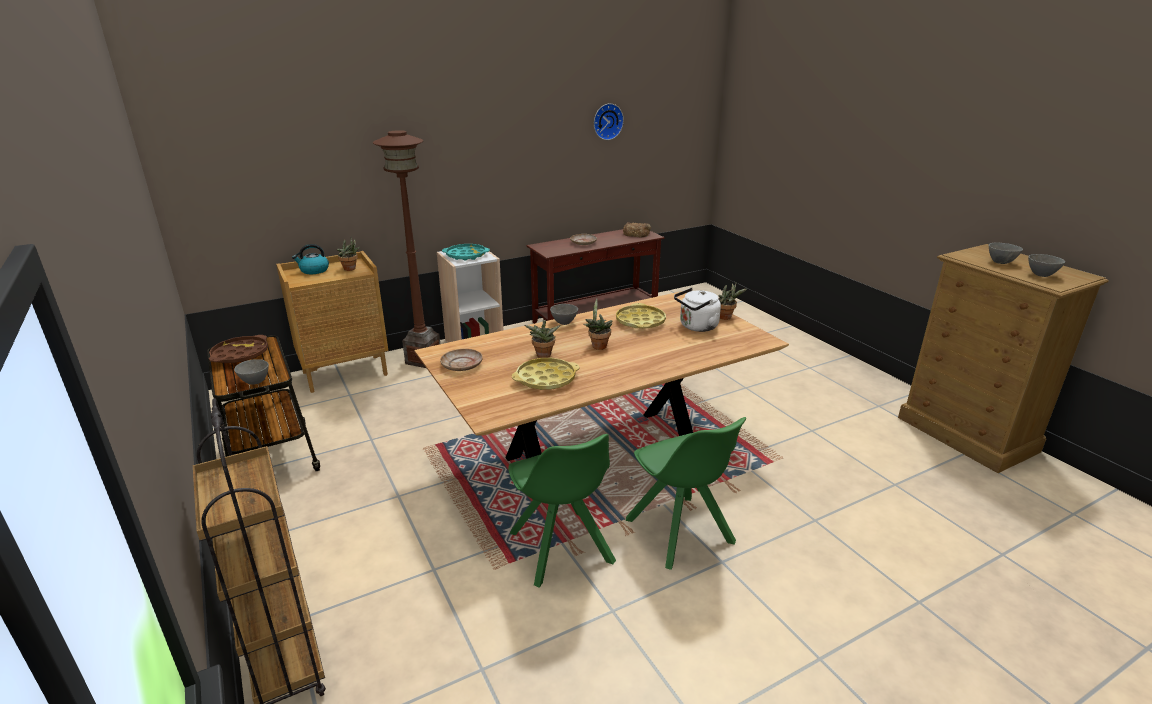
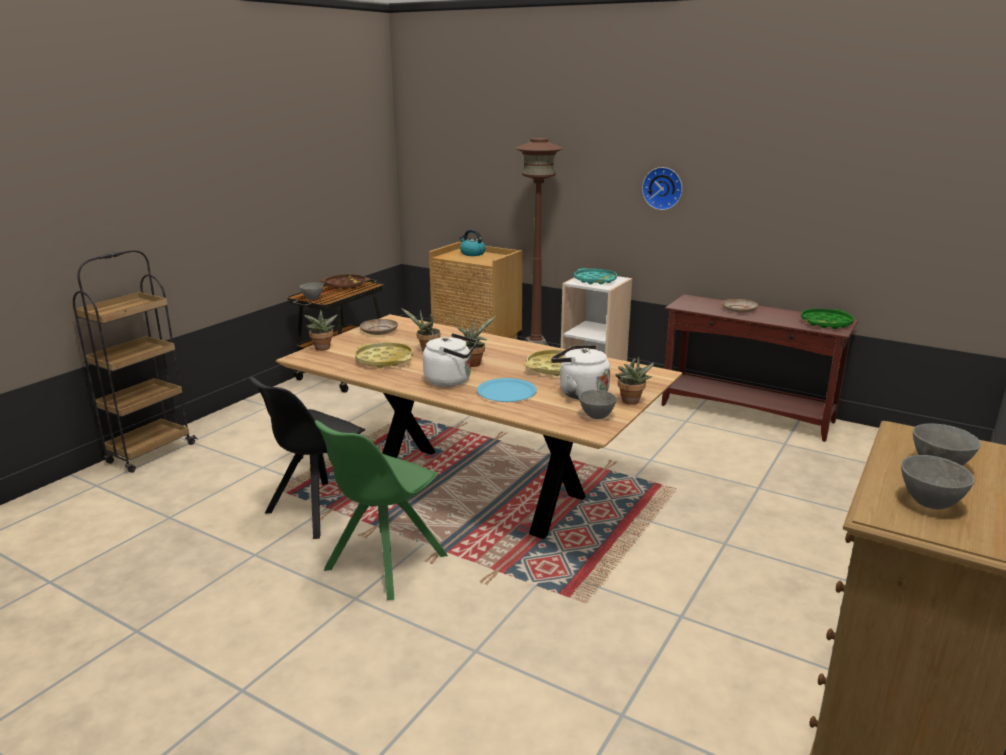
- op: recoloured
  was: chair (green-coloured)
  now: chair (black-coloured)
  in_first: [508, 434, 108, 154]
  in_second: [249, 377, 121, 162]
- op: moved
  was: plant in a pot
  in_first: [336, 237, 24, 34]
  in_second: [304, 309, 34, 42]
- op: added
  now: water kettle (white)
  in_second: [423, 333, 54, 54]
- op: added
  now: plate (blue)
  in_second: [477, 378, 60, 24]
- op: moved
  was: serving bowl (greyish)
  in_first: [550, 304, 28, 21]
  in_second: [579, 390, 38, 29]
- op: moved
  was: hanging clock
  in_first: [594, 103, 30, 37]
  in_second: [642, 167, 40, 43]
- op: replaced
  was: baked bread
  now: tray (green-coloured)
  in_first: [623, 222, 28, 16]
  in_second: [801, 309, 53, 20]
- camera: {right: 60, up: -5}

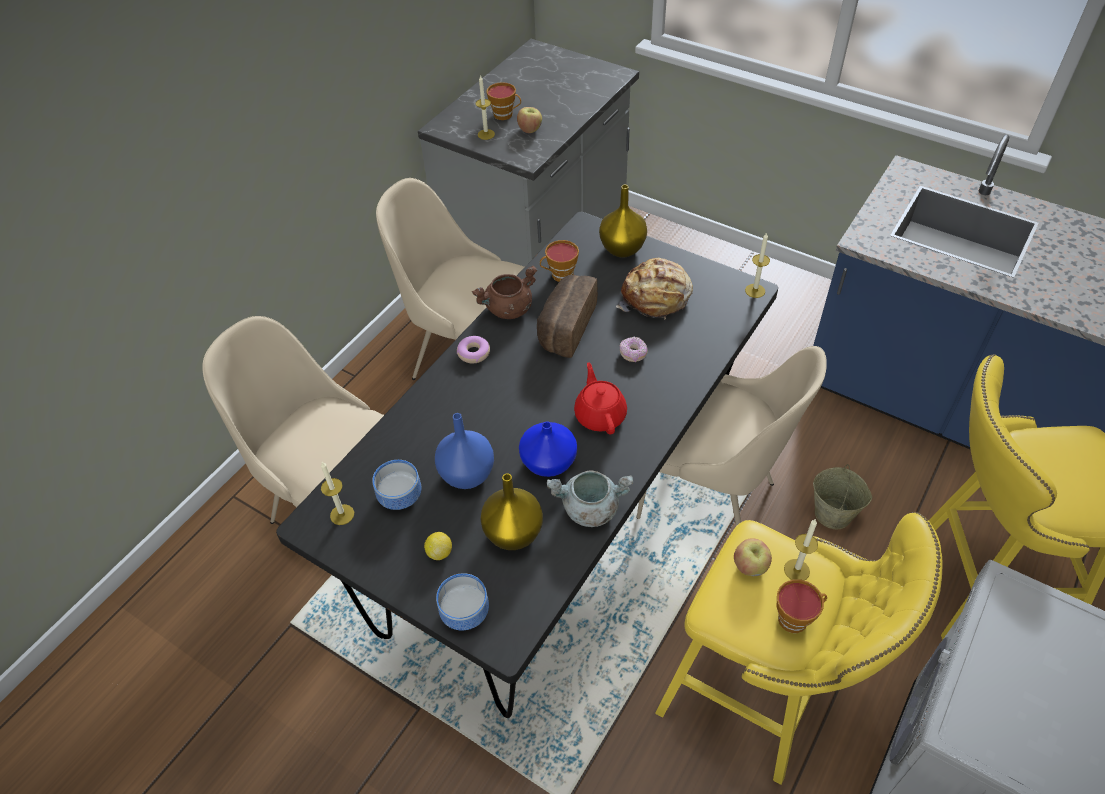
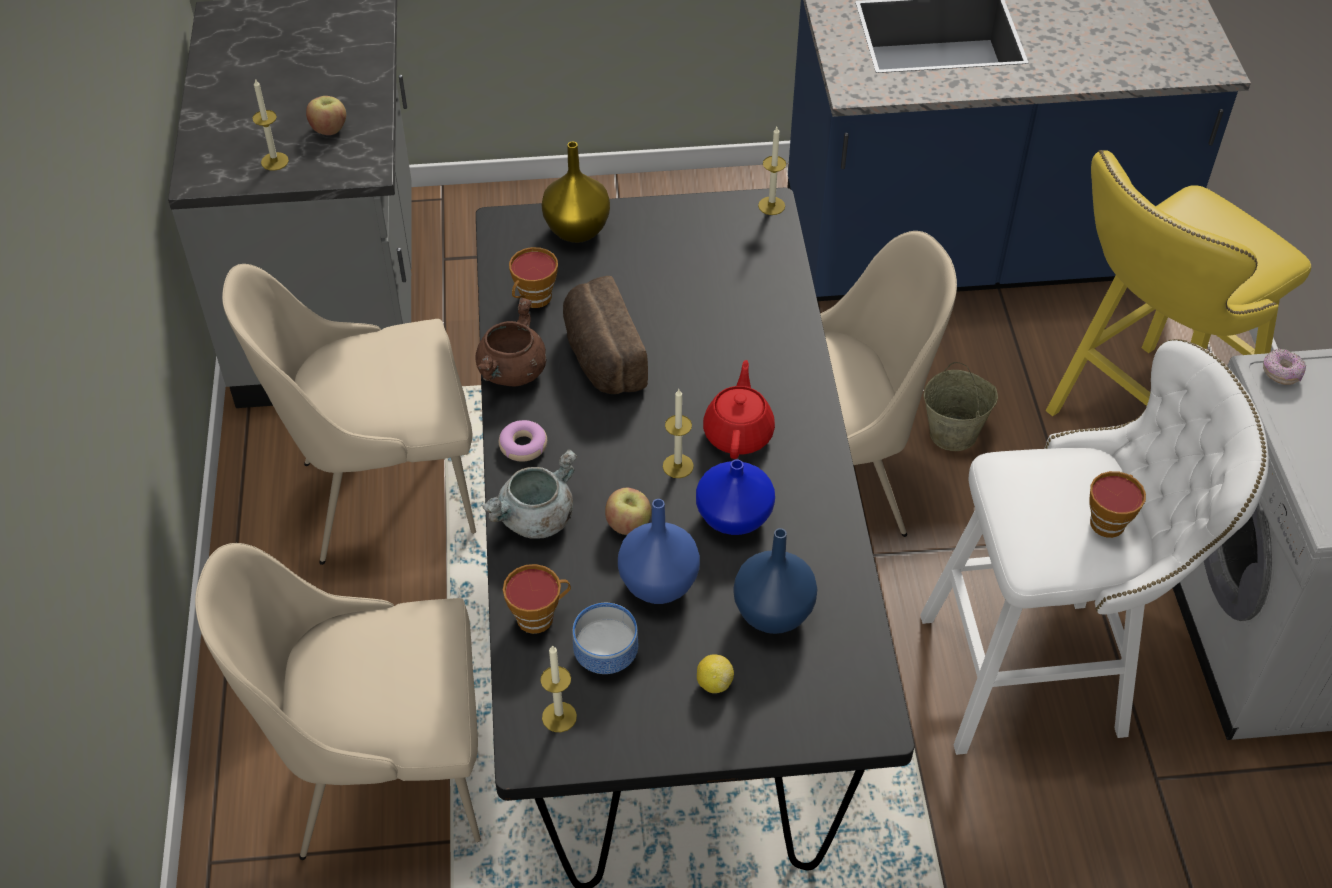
- op: moved
  was: stockpot (greyish)
  in_first: [547, 470, 86, 57]
  in_second: [482, 449, 95, 90]
- op: moved
  was: drinking cup
  in_first: [486, 82, 35, 38]
  in_second: [503, 564, 68, 70]
- op: moved
  was: whole apple
  in_first: [734, 538, 38, 38]
  in_second: [605, 488, 46, 47]
- op: moved
  was: wax light
  in_first: [784, 520, 34, 60]
  in_second: [663, 389, 31, 89]
- op: turned
  was: tea pot (red-coloured)
  in_first: [574, 362, 53, 72]
  in_second: [703, 360, 72, 99]
  clockwise: 60
- op: recoloured
  was: decorative vase (yellow-coloured)
  now: decorative vase (blue)
  in_first: [480, 474, 63, 76]
  in_second: [734, 528, 83, 106]
- op: recoloured
  was: stool (yellow-coloured)
  now: stool (white)
  in_first: [655, 512, 287, 273]
  in_second: [920, 339, 349, 416]
- op: moved
  was: donut
  in_first: [619, 337, 29, 25]
  in_second: [1263, 348, 43, 37]
- op: removed
  was: serving bowl
  in_first: [436, 573, 53, 57]
- op: removed
  was: baked bread
  in_first: [616, 258, 77, 61]
- camera: {right: -40, up: 0}

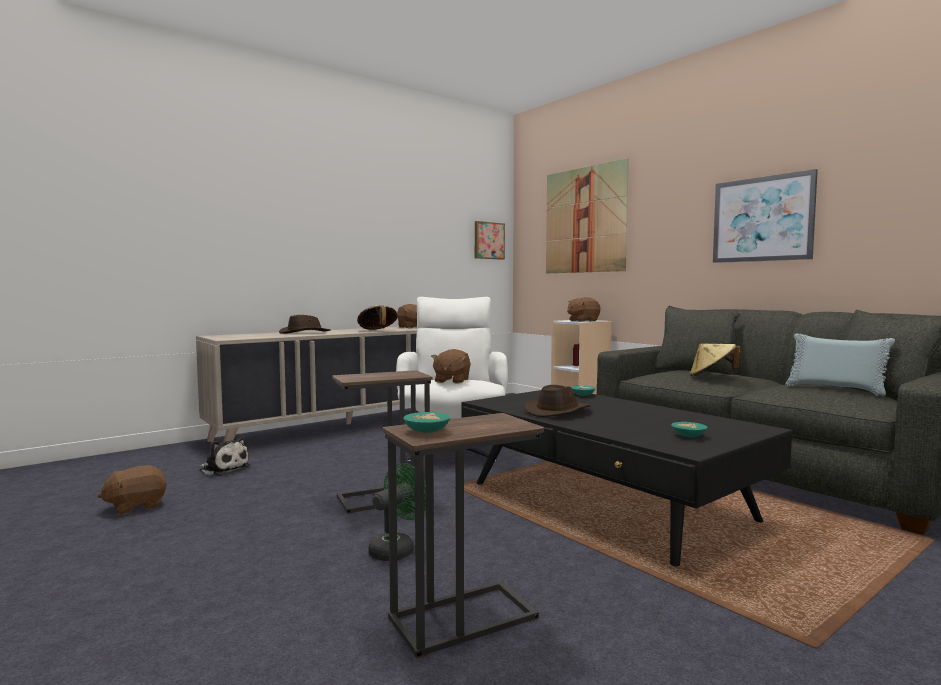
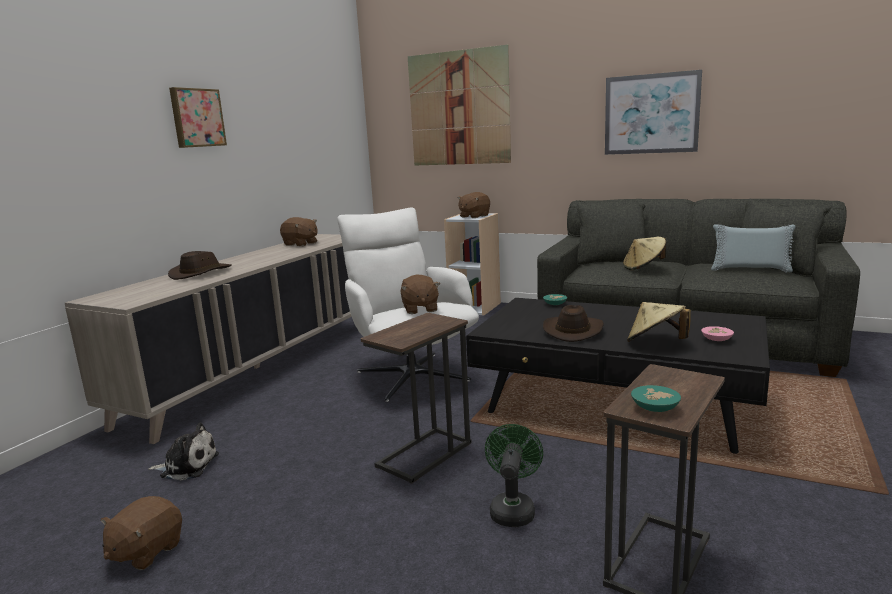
- op: moved
  was: picture
  in_first: [475, 221, 30, 39]
  in_second: [169, 87, 58, 61]
- op: moved
  was: hat (beige-coloured)
  in_first: [357, 305, 41, 25]
  in_second: [627, 302, 64, 40]
- op: recoloured
  was: serving bowl (turquoise-coloured)
  now: serving bowl (pink)
  in_first: [671, 422, 36, 15]
  in_second: [701, 326, 33, 15]
- camera: {right: -25, up: 10}

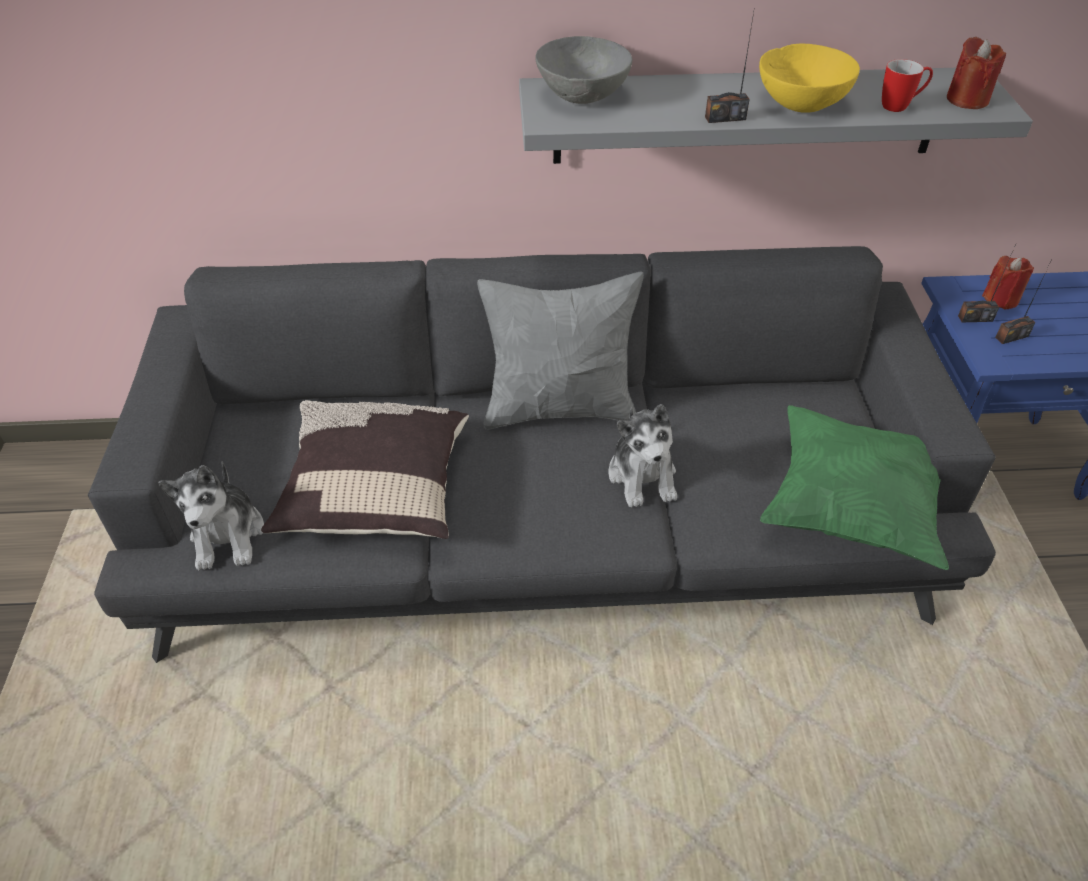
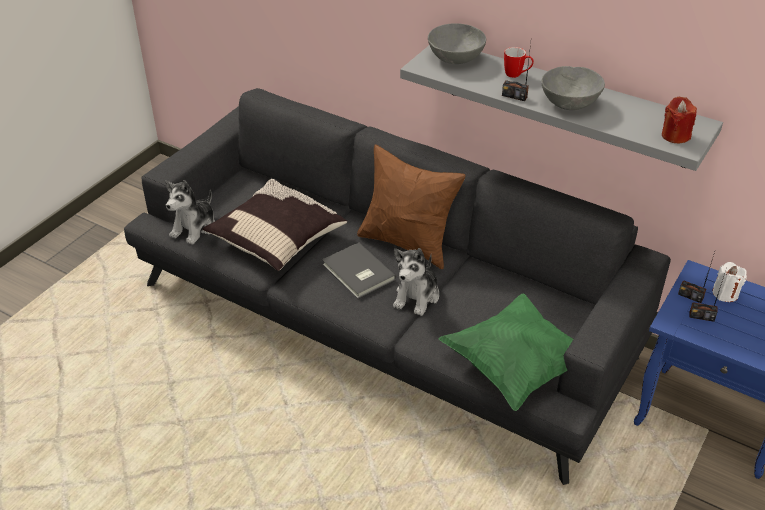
- op: added
  now: book (greyish)
  in_second: [322, 243, 74, 56]
- op: recoloured
  was: pillow (greyish)
  now: pillow (brown-coloured)
  in_first: [477, 272, 166, 158]
  in_second: [357, 144, 109, 125]
- op: moved
  was: tea mug
  in_first: [882, 59, 51, 53]
  in_second: [504, 47, 30, 31]
- op: recoloured
  was: serving bowl (yellow-coloured)
  now: serving bowl (greyish)
  in_first: [759, 44, 101, 69]
  in_second: [542, 66, 63, 44]
- op: recoloured
  was: wax light (red-coloured)
  now: wax light (white)
  in_first: [982, 256, 52, 53]
  in_second: [712, 262, 35, 40]
- camera: {right: 35, up: -5}

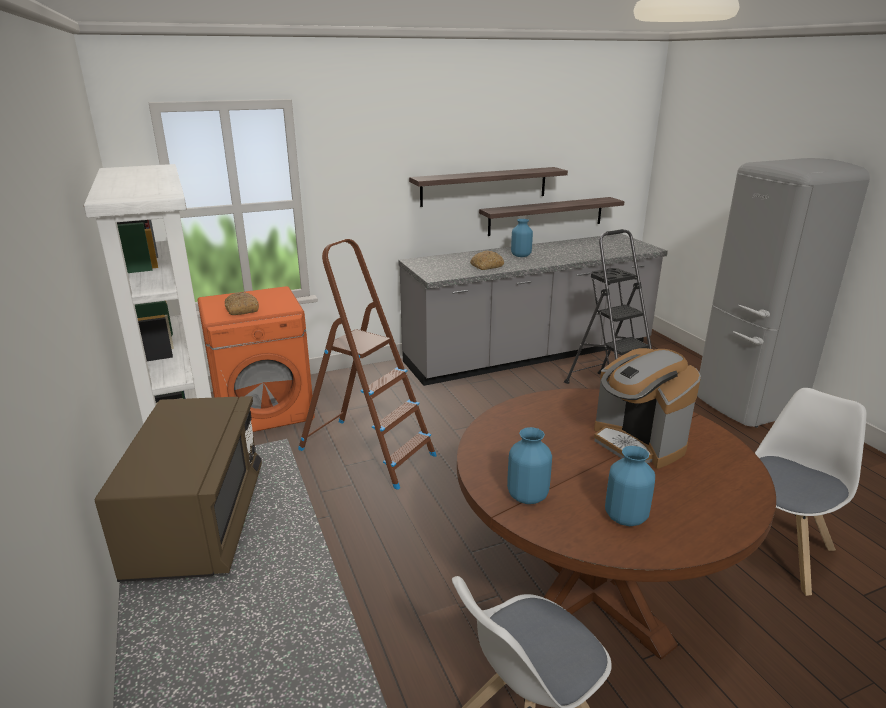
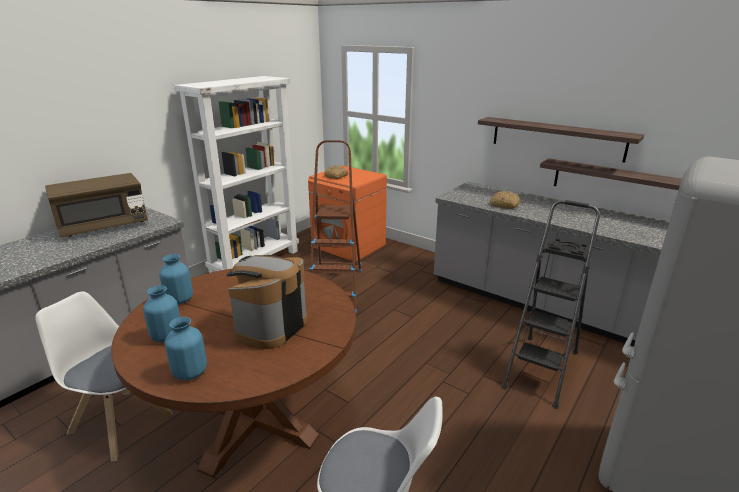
- op: moved
  was: decorative vase (blue)
  in_first: [511, 219, 22, 38]
  in_second: [165, 317, 42, 63]
- camera: {right: 60, up: 0}

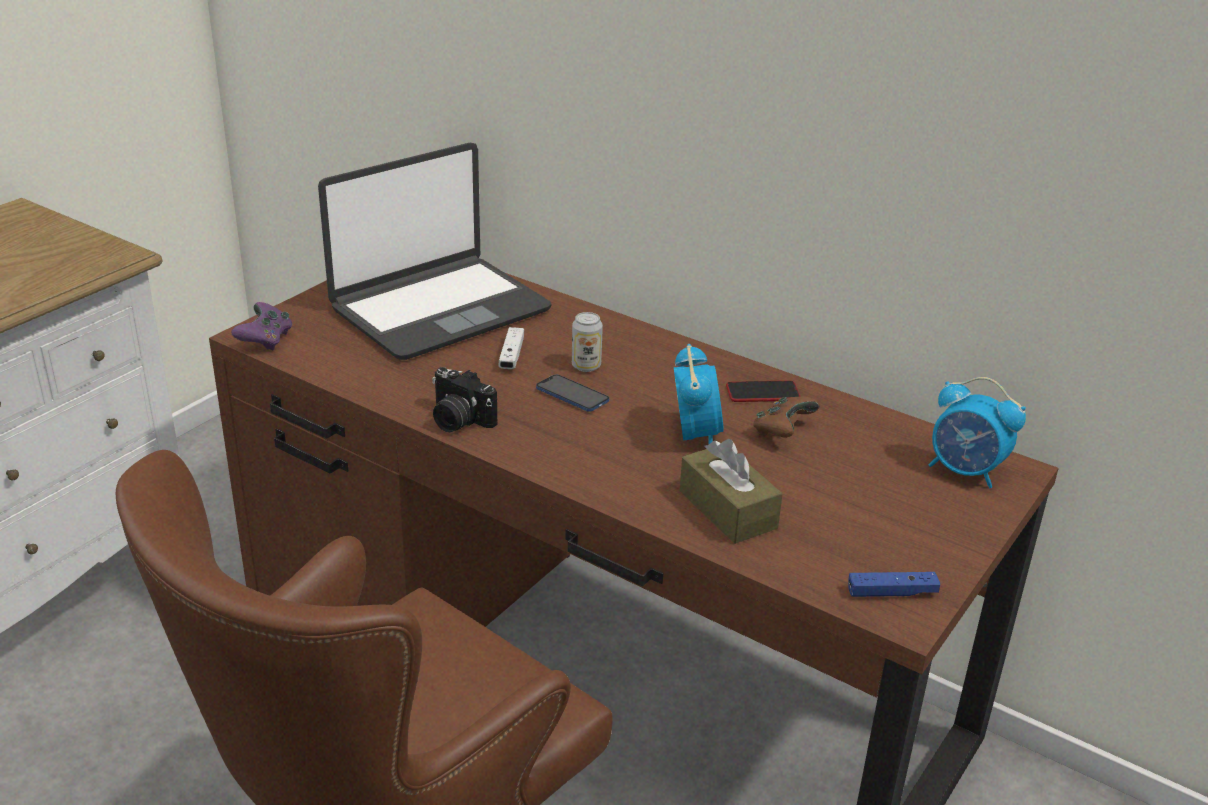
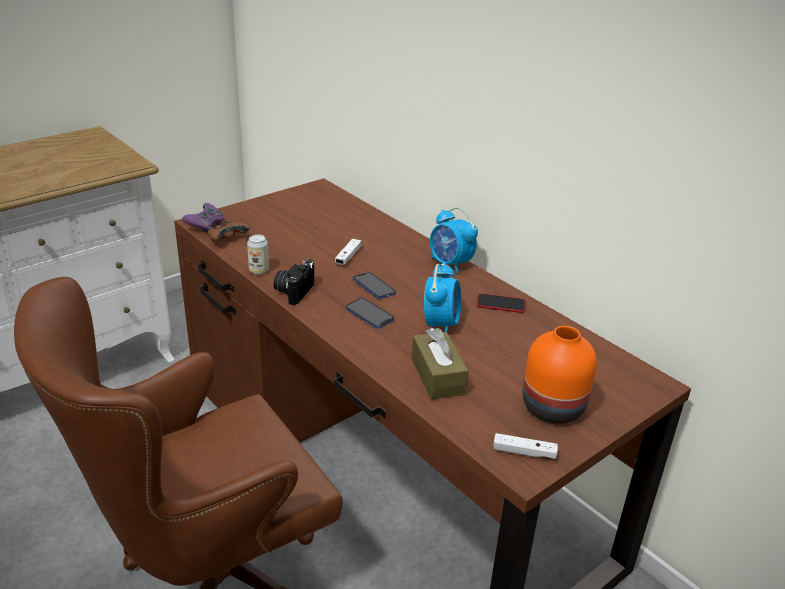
- op: moved
  was: gamepad (brown-coloured)
  in_first: [753, 397, 67, 41]
  in_second: [207, 221, 43, 21]
- op: moved
  was: can
  in_first: [572, 312, 31, 60]
  in_second: [247, 234, 22, 41]
- op: turned
  was: still camera
  in_first: [432, 367, 66, 65]
  in_second: [274, 259, 40, 46]
  clockwise: 60
- op: added
  now: telephone
  in_second: [346, 298, 48, 31]
- op: moved
  was: table clock
  in_first: [929, 377, 97, 111]
  in_second: [430, 208, 48, 65]
- op: recoloured
  was: gamepad (blue)
  now: gamepad (white)
  in_first: [848, 572, 92, 25]
  in_second: [493, 433, 65, 26]
- op: added
  now: decorative vase (orange)
  in_second: [523, 326, 74, 98]
- op: removed
  was: laptop
  in_first: [318, 143, 234, 217]
- camera: {right: 15, up: 0}

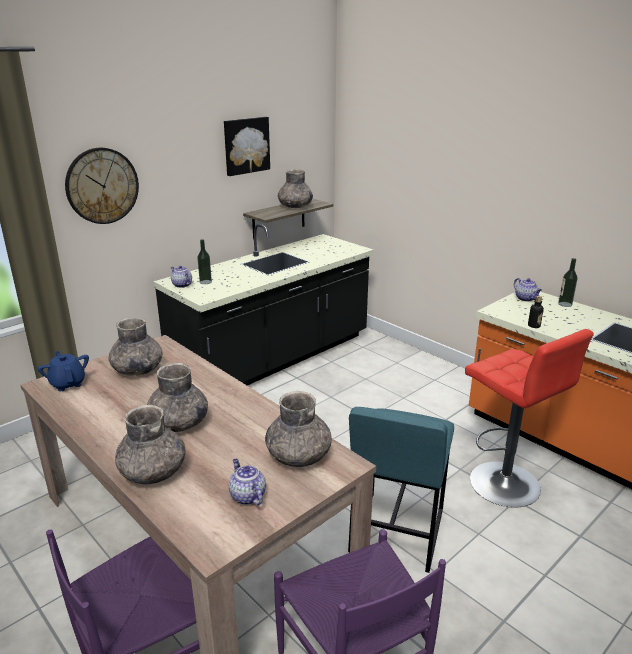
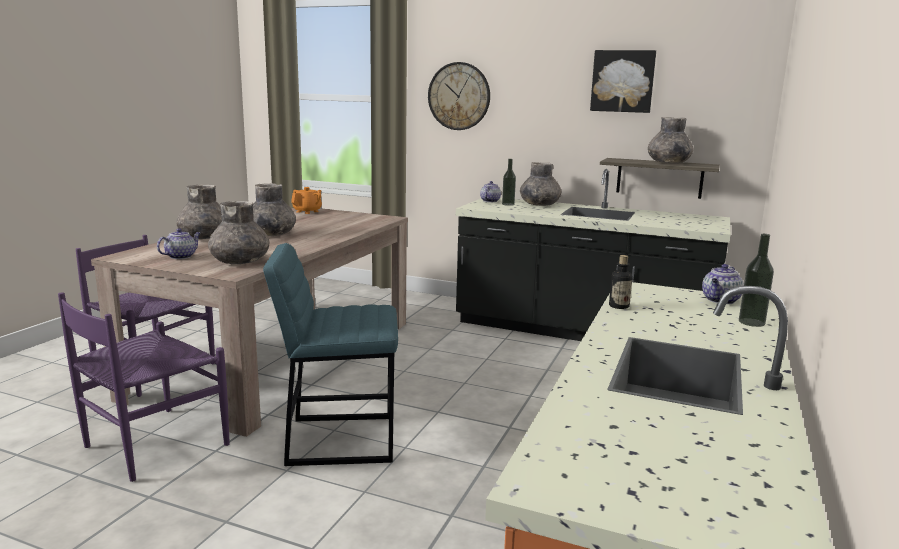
- op: recoloured
  was: tea pot (blue)
  now: tea pot (orange)
  in_first: [38, 351, 51, 40]
  in_second: [291, 187, 31, 27]
- op: moved
  was: decorative vase (greyish)
  in_first: [108, 317, 55, 59]
  in_second: [520, 162, 42, 44]
- op: removed
  was: stool (red-coloured)
  in_first: [465, 329, 129, 179]
- camera: {right: 65, up: -10}

